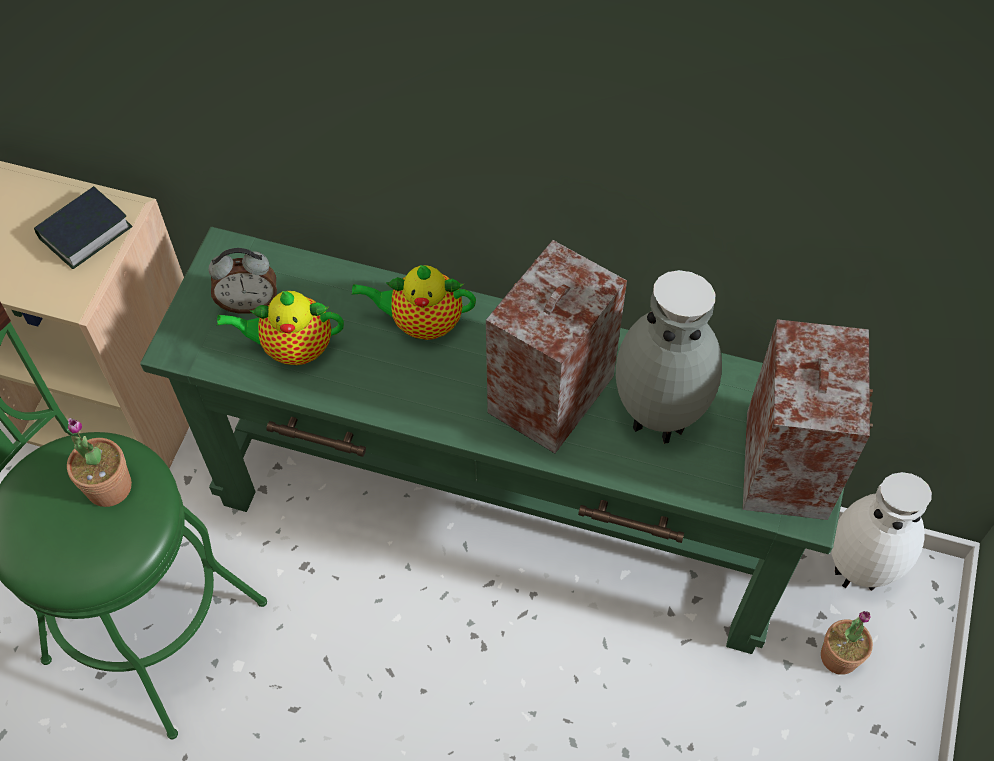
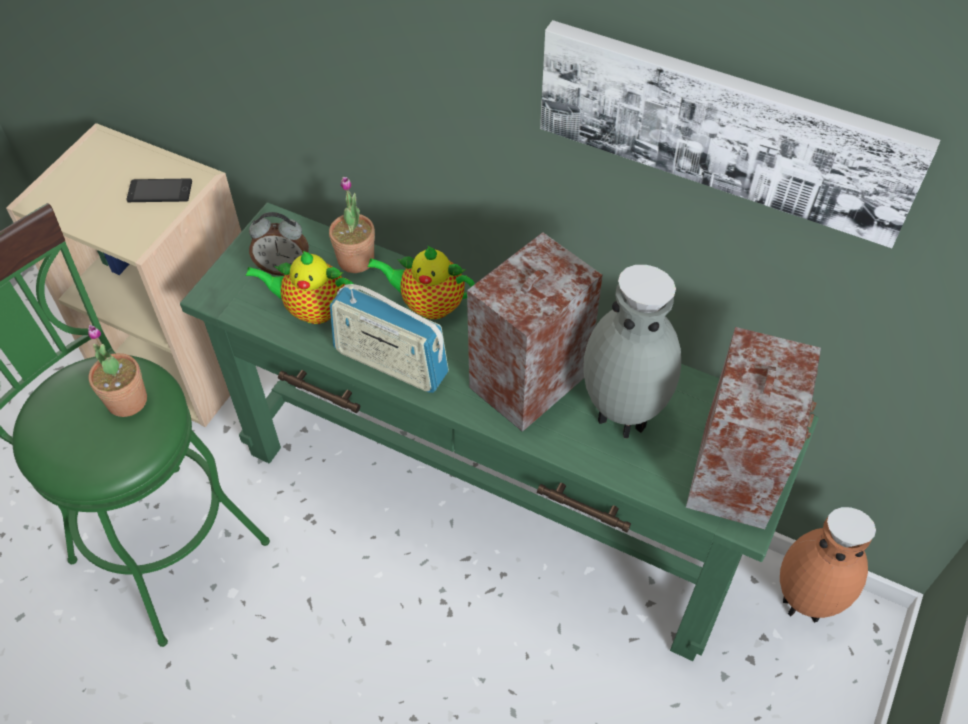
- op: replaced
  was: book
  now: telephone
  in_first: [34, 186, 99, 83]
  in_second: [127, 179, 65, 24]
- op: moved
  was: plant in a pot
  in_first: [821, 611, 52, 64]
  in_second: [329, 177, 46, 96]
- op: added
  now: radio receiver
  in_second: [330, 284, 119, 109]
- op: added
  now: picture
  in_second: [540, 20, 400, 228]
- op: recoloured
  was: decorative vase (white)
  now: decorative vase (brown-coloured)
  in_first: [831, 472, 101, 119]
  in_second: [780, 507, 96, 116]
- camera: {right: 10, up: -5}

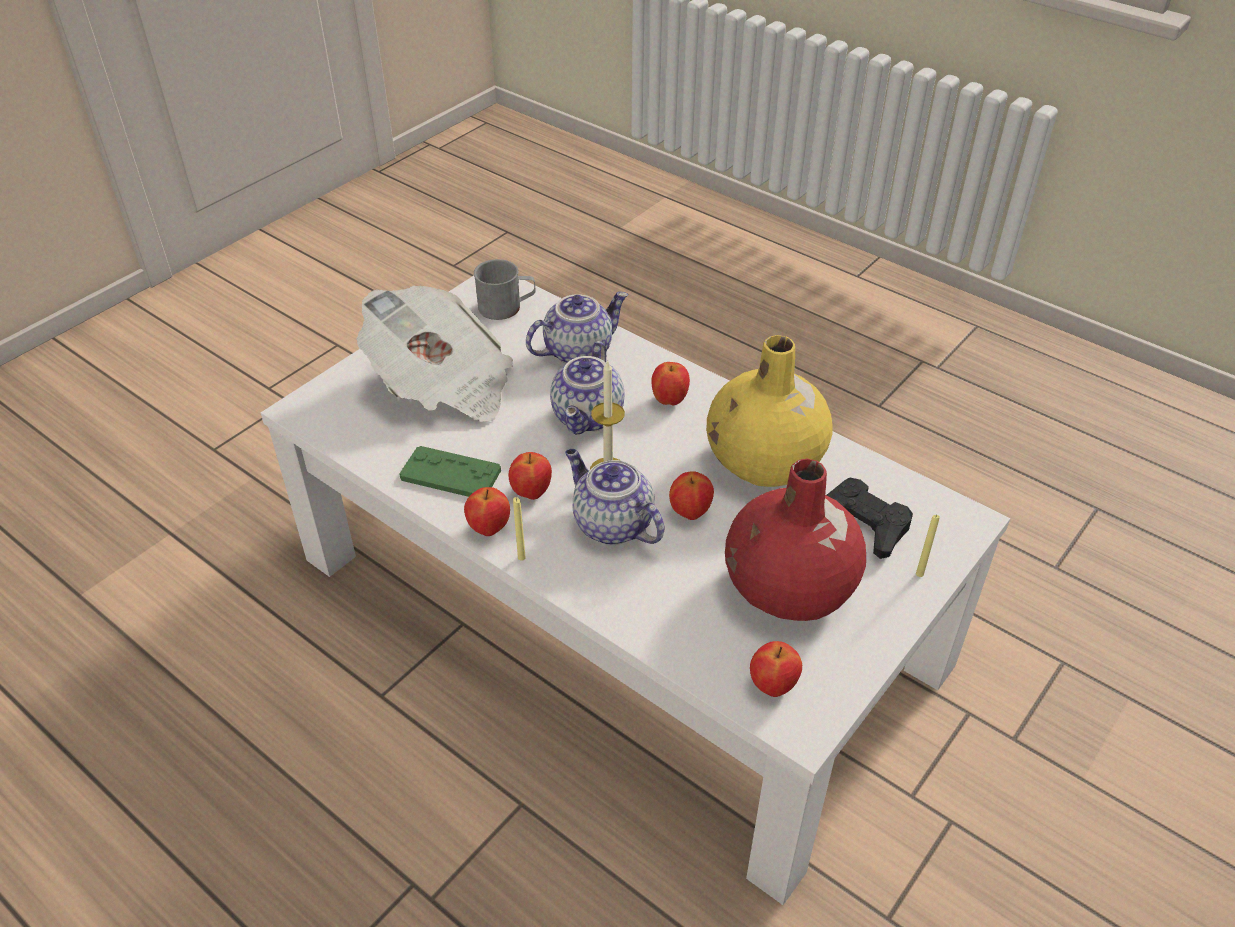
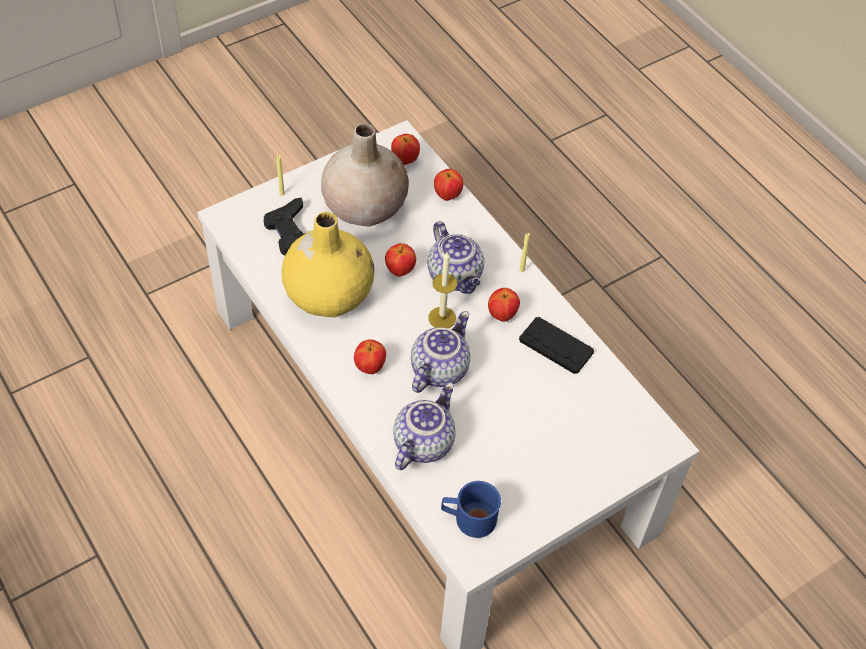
- op: recoloured
  was: decorative vase (red-coloured)
  now: decorative vase (beige-coloured)
  in_first: [725, 459, 141, 162]
  in_second: [321, 123, 88, 104]
- op: turned
  was: tea pot
  in_first: [526, 292, 102, 72]
  in_second: [393, 382, 63, 88]
  clockwise: 135
- op: moved
  was: whole apple
  in_first: [464, 487, 46, 49]
  in_second: [434, 169, 30, 32]
- op: recoloured
  was: tea mug (greyish)
  now: tea mug (blue)
  in_first: [474, 259, 62, 61]
  in_second: [441, 481, 60, 57]
- op: recoloured
  was: gamepad (green-coloured)
  now: gamepad (black-coloured)
  in_first: [399, 446, 102, 51]
  in_second: [519, 317, 75, 57]
- op: removed
  was: newspaper
  in_first: [356, 286, 157, 136]
- camera: {right: -165, up: 10}

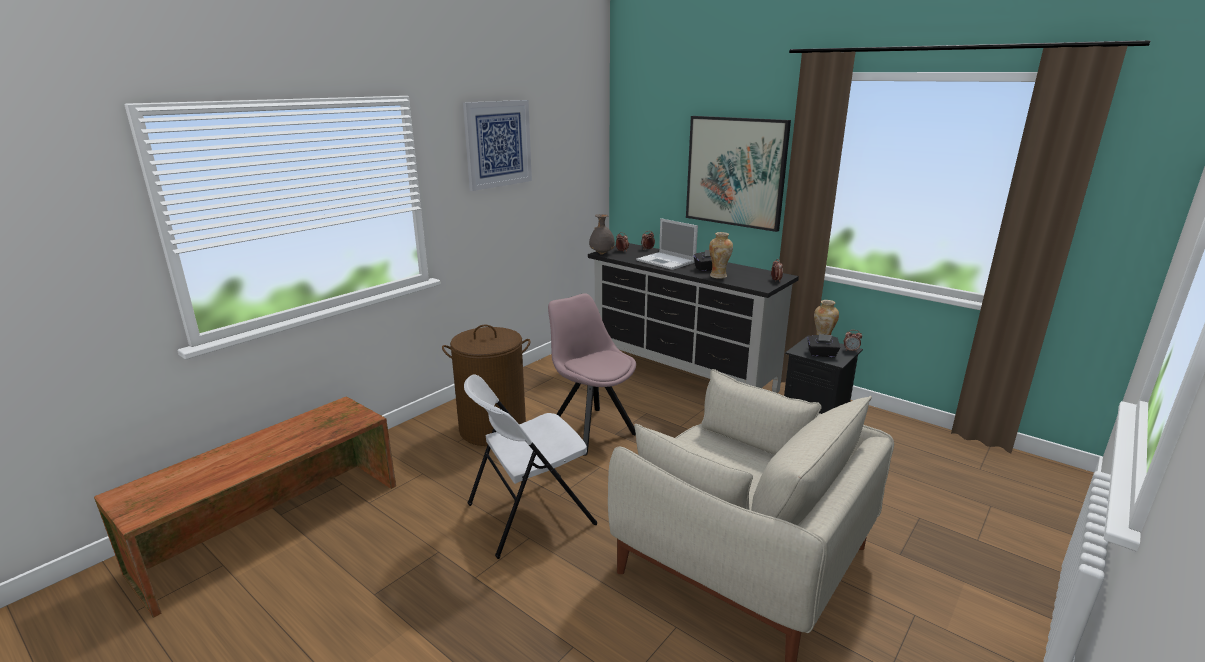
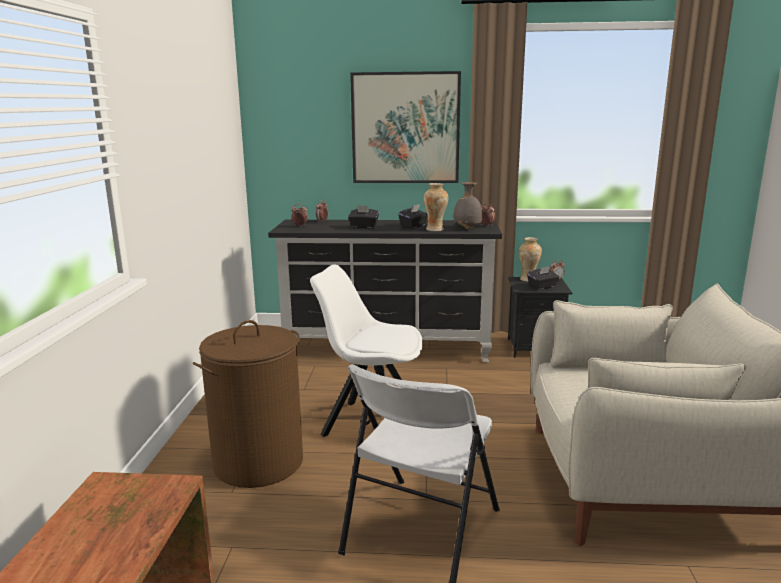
- op: recoloured
  was: chair (pink)
  now: chair (white)
  in_first: [548, 293, 88, 163]
  in_second: [310, 264, 113, 173]
- op: replaced
  was: laptop
  now: tissue box (black-coloured)
  in_first: [636, 218, 62, 52]
  in_second: [348, 205, 31, 23]
- op: moved
  was: decorative vase (greyish)
  in_first: [589, 214, 26, 41]
  in_second: [453, 182, 30, 47]
- op: removed
  was: picture
  in_first: [463, 100, 69, 91]
- camera: {right: -35, up: -5}

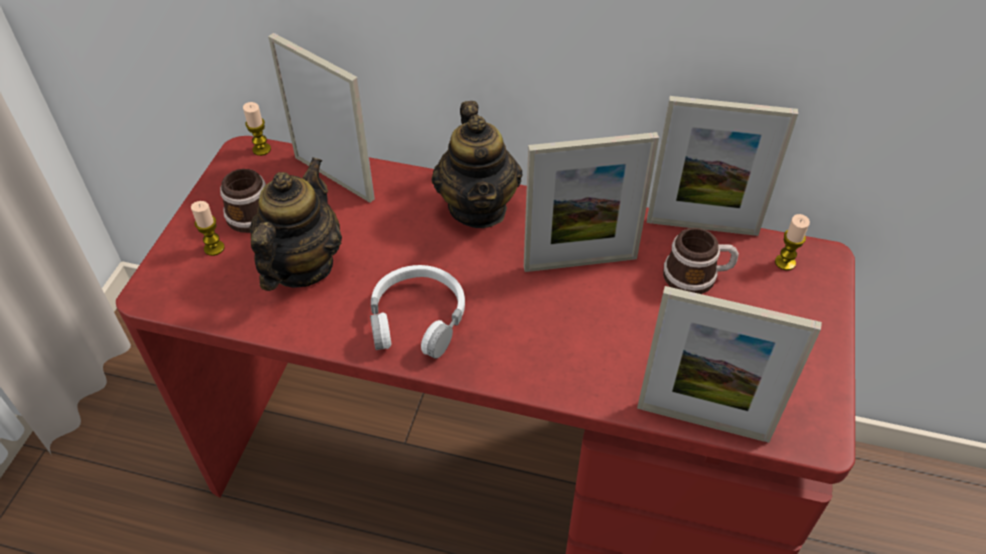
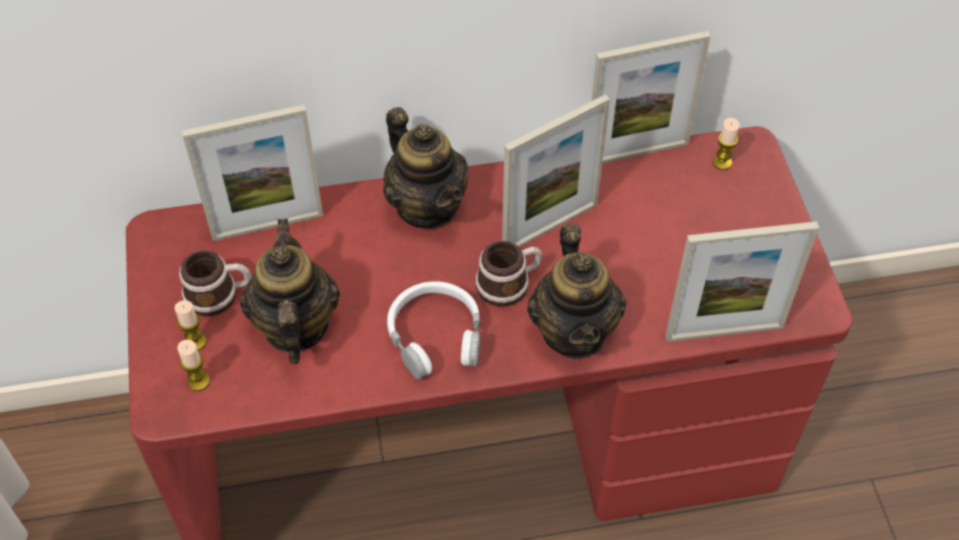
- op: moved
  was: wax light
  in_first: [243, 102, 28, 54]
  in_second: [177, 340, 33, 51]
- op: turned
  was: standing frame
  in_first: [268, 33, 107, 170]
  in_second: [182, 105, 141, 136]
  clockwise: 150
- op: moved
  was: tea mug
  in_first: [663, 228, 76, 66]
  in_second: [476, 241, 66, 65]
- op: added
  now: tea pot
  in_second: [527, 223, 99, 136]
- camera: {right: -25, up: 5}

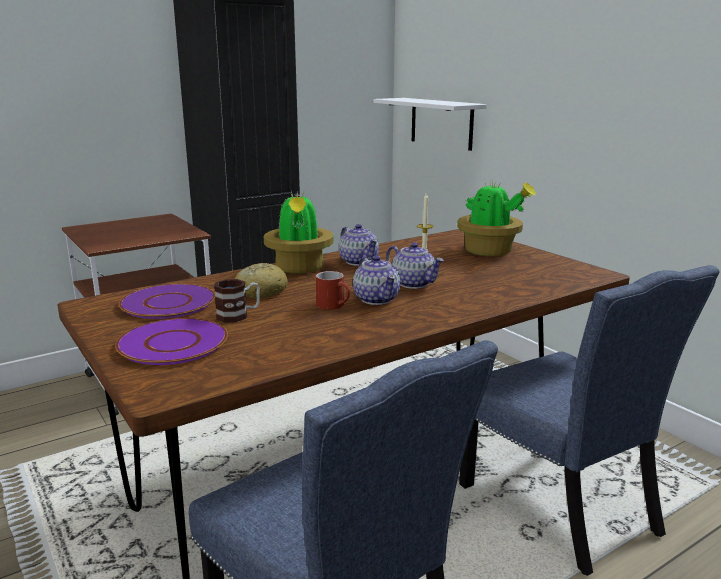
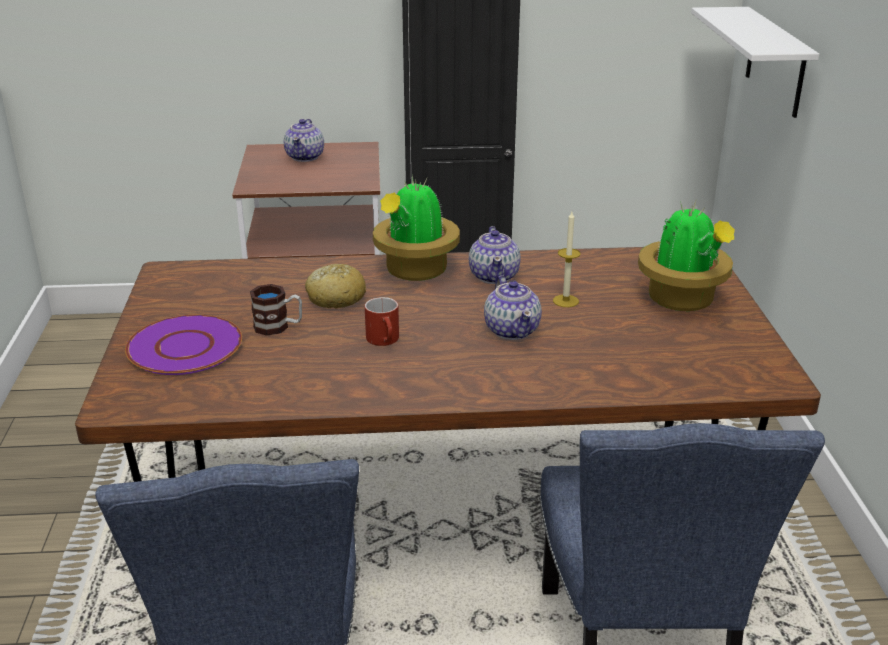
- op: moved
  was: tea pot
  in_first: [353, 255, 47, 50]
  in_second: [284, 119, 40, 43]
- op: removed
  was: plate (purplish)
  in_first: [119, 284, 96, 35]
- camera: {right: 30, up: 10}

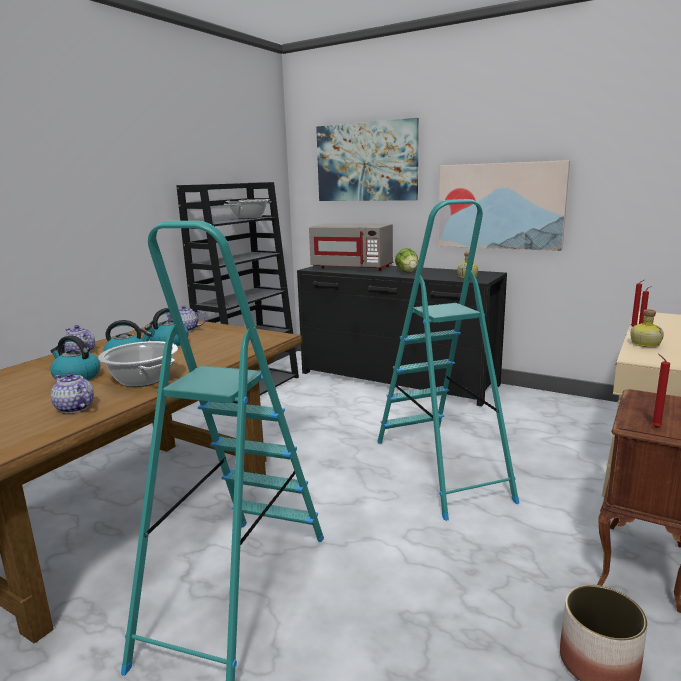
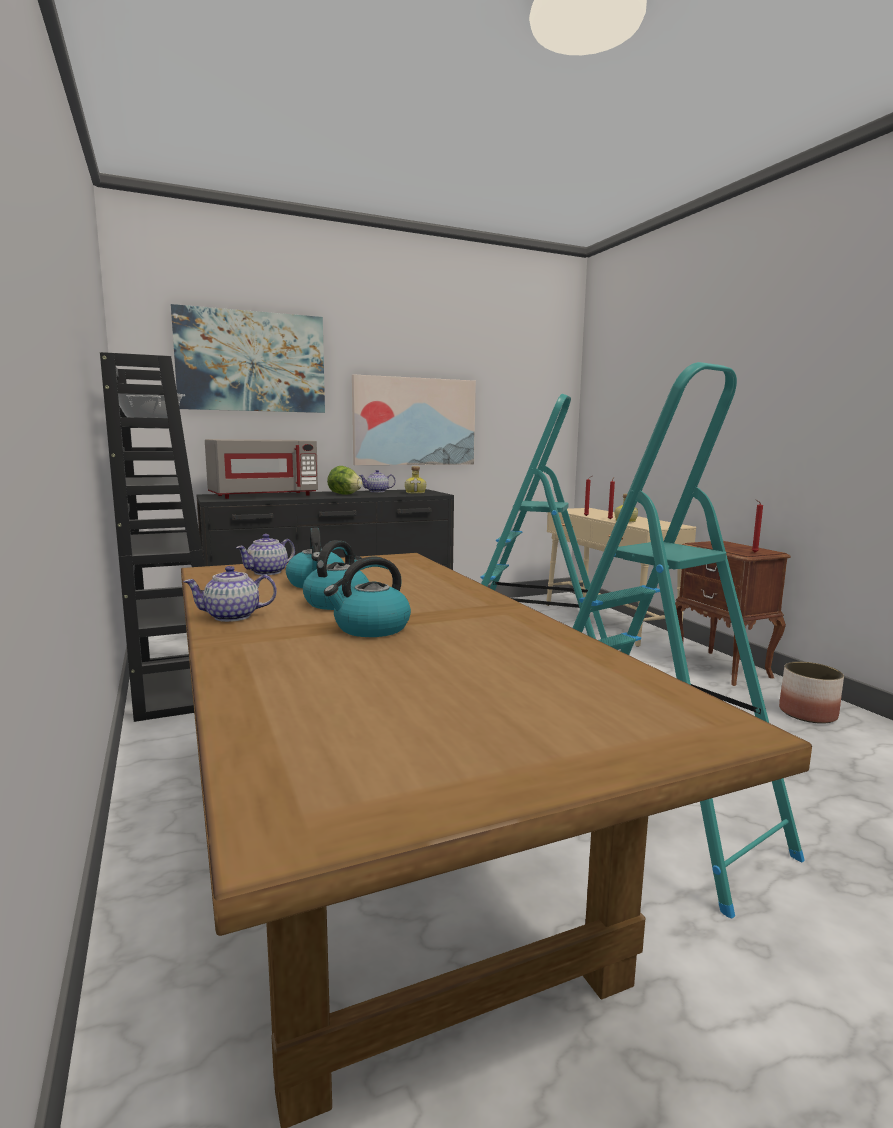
- op: moved
  was: tea pot
  in_first: [51, 372, 43, 41]
  in_second: [359, 470, 37, 22]
- op: removed
  was: stockpot
  in_first: [98, 341, 80, 46]
- camera: {right: -55, up: -5}

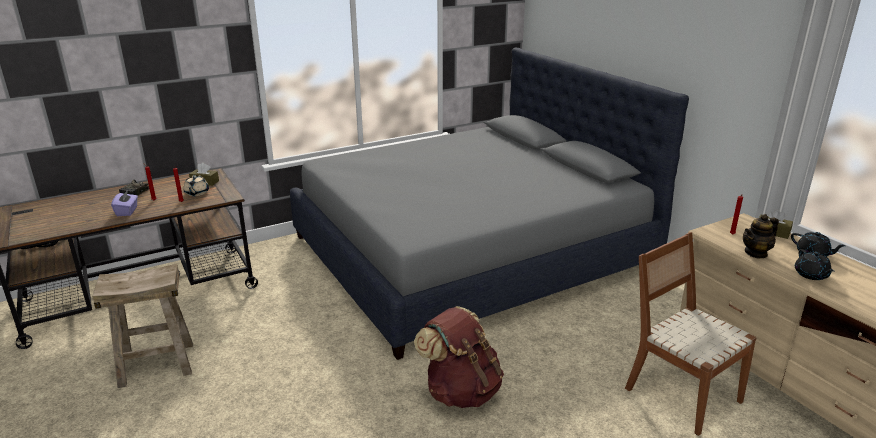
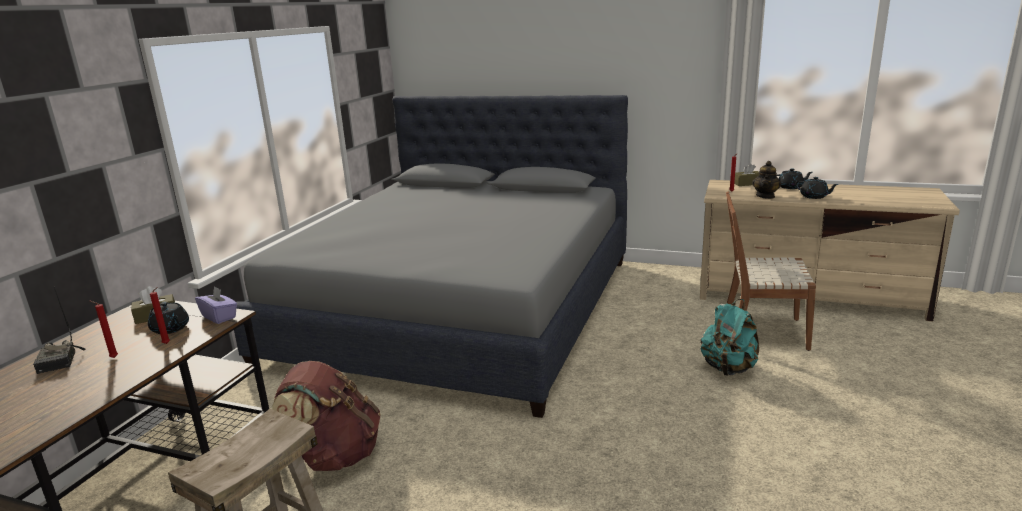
- op: recoloured
  was: tea pot (beige-coloured)
  now: tea pot (black-coloured)
  in_first: [183, 175, 26, 21]
  in_second: [148, 302, 41, 32]
- op: moved
  was: tissue box (purplish)
  in_first: [111, 190, 27, 26]
  in_second: [195, 286, 42, 38]
- op: moved
  was: backpack (brown-coloured)
  in_first: [414, 306, 90, 102]
  in_second: [272, 361, 108, 110]
- op: added
  now: backpack (turquoise-coloured)
  in_second: [700, 299, 59, 77]
- camera: {right: -40, up: -5}

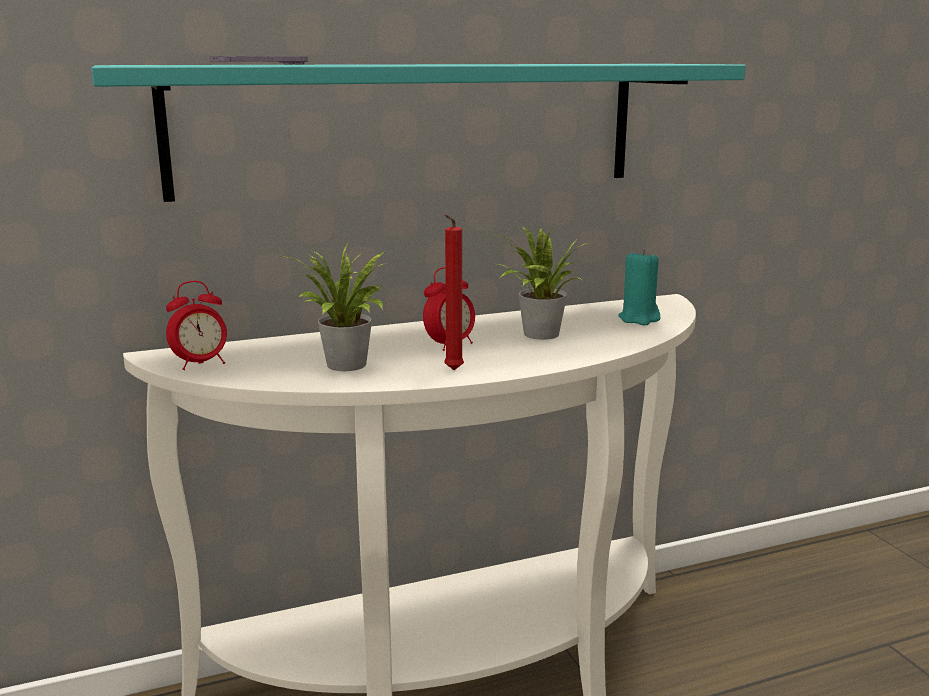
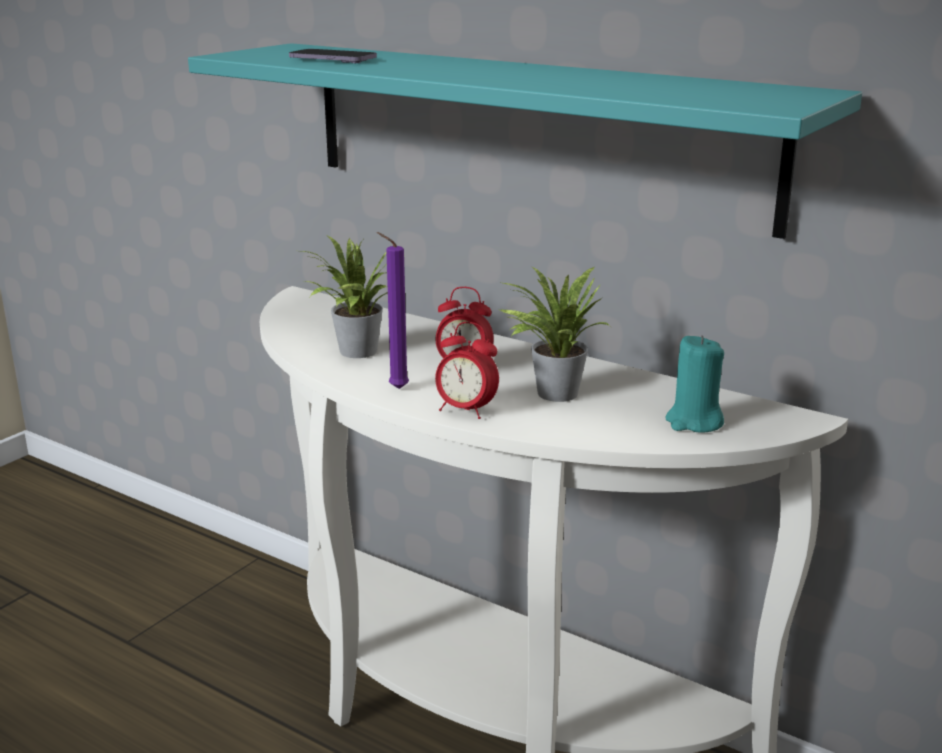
- op: recoloured
  was: wax light (red-coloured)
  now: wax light (purplish)
  in_first: [444, 214, 20, 156]
  in_second: [376, 232, 33, 157]
- op: moved
  was: table clock
  in_first: [166, 281, 61, 89]
  in_second: [435, 322, 64, 97]
- camera: {right: 55, up: 5}

